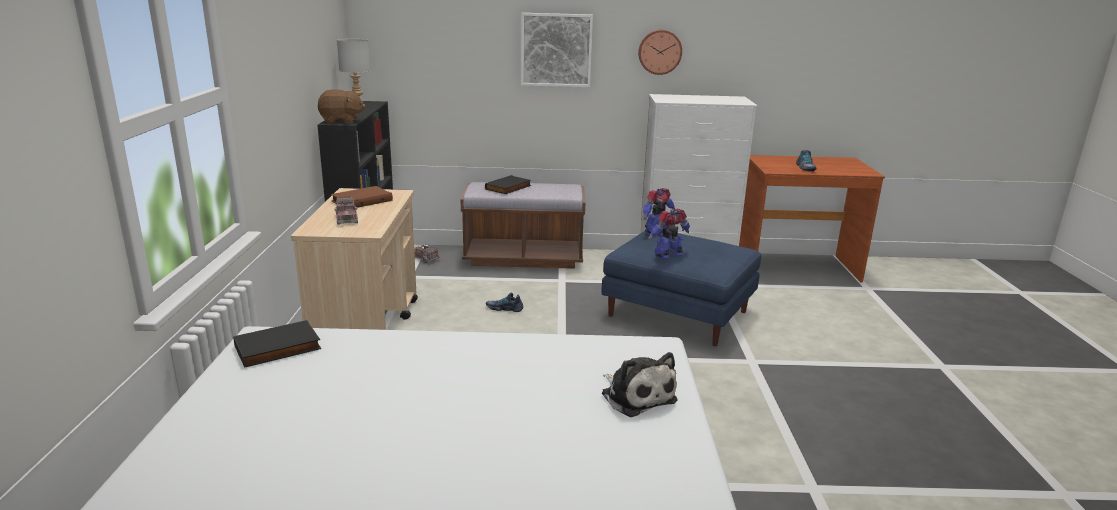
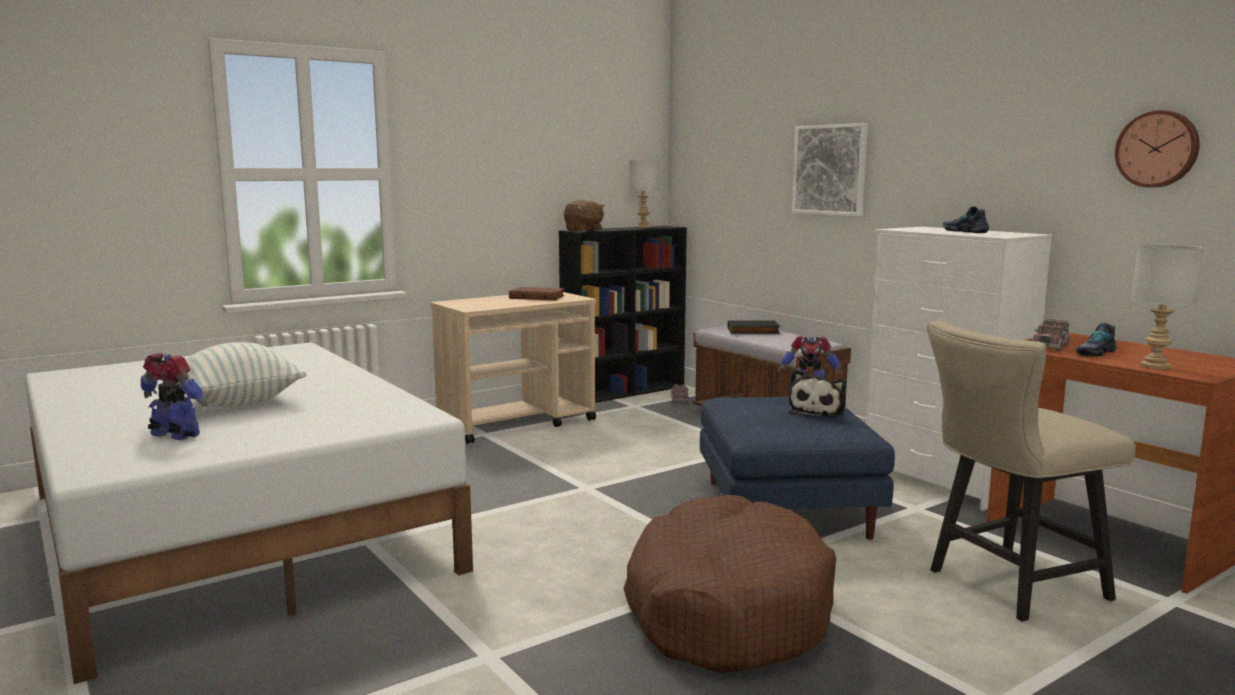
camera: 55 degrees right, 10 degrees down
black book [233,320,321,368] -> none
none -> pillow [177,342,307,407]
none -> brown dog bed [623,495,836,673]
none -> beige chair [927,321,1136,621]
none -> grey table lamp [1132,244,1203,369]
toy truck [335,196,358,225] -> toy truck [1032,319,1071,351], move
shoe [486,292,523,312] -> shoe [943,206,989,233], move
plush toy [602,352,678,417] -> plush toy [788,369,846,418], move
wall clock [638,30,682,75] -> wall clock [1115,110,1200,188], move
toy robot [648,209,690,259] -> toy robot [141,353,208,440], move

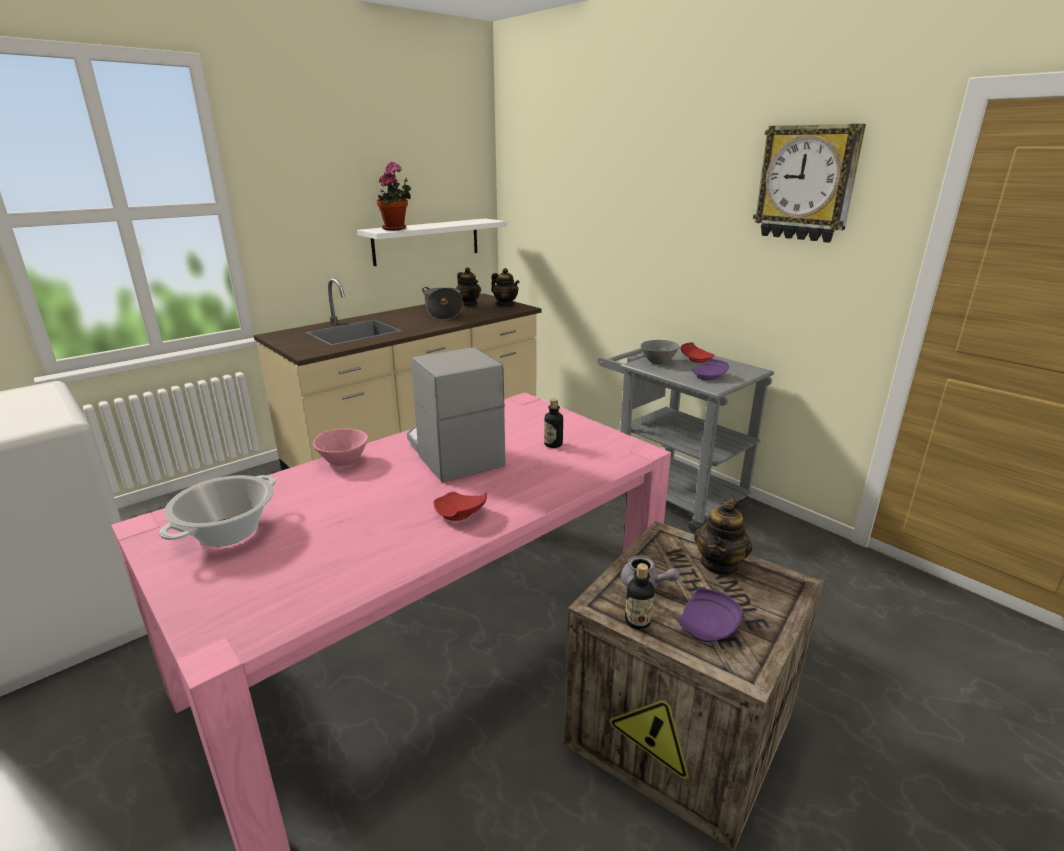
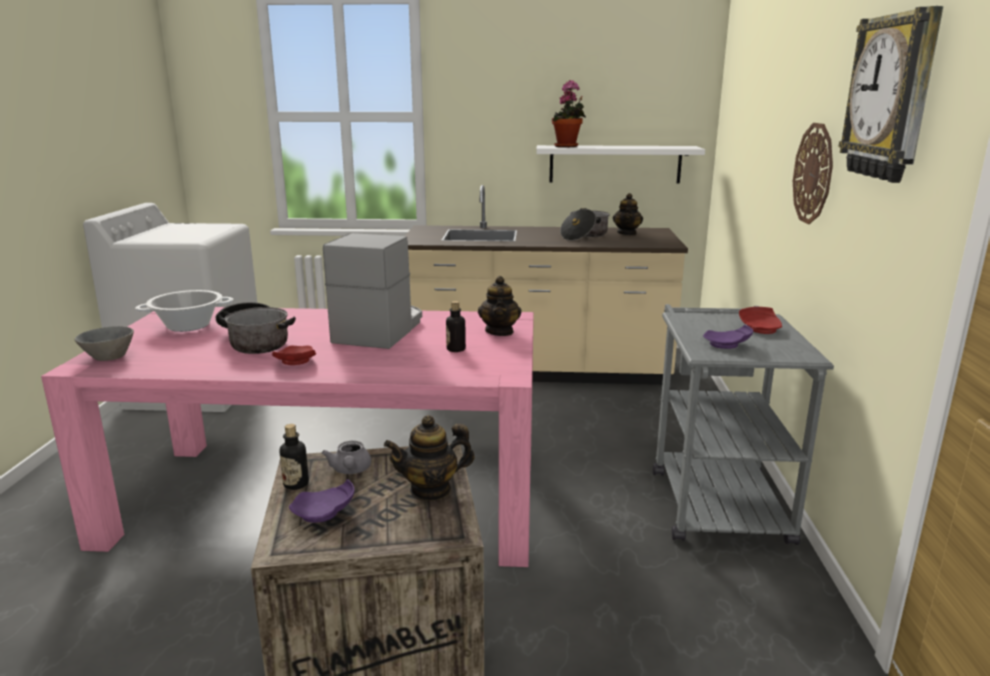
camera: 45 degrees right, 5 degrees down
pink bowl [313,429,368,467] -> none
none -> cooking pot [216,302,296,354]
none -> wall clock [793,123,833,224]
teapot [491,268,520,306] -> teapot [478,276,521,336], move
grey bowl [641,340,679,365] -> grey bowl [75,326,134,361], move

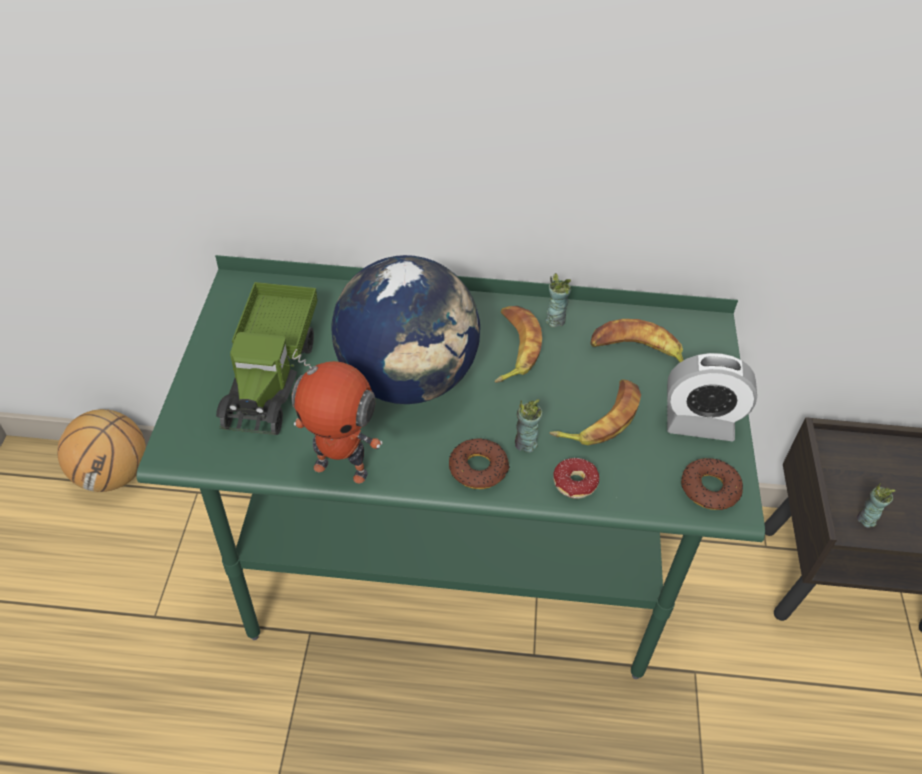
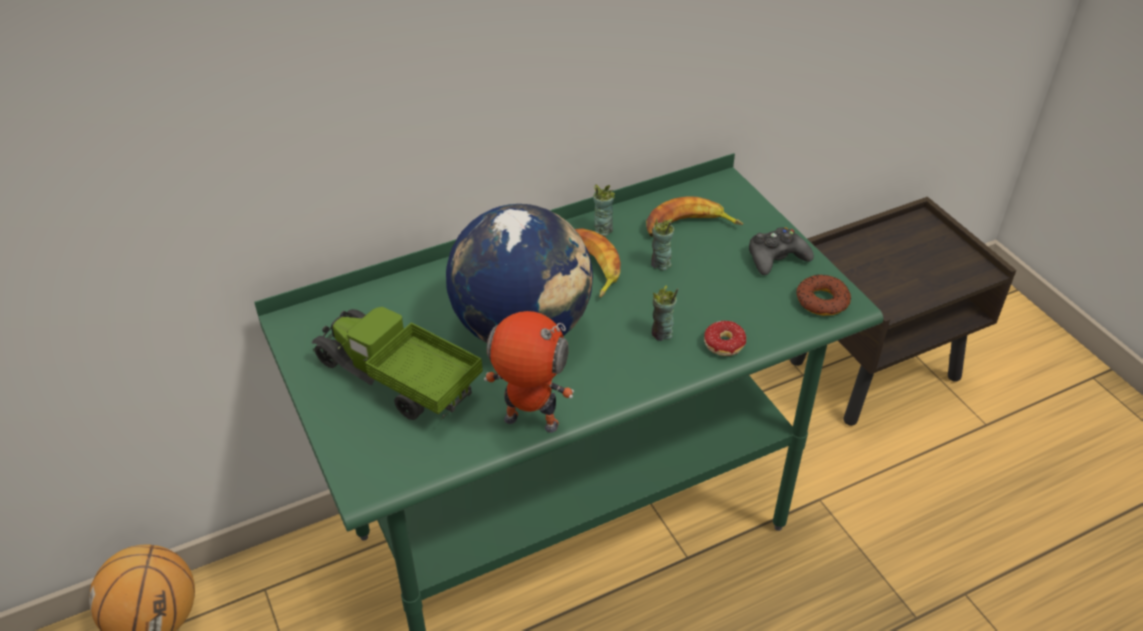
camera: 30 degrees left, 5 degrees down
donut [449,439,510,489] -> none
banana [549,379,641,445] -> none
cup [857,483,896,528] -> cup [651,219,674,270], move
alarm clock [667,353,757,441] -> black game controller [749,227,814,275]
toy truck [216,282,318,435] -> toy truck [312,307,483,420], 150 degrees clockwise
toy robot [291,349,383,484] -> toy robot [484,311,574,433], 150 degrees counterclockwise

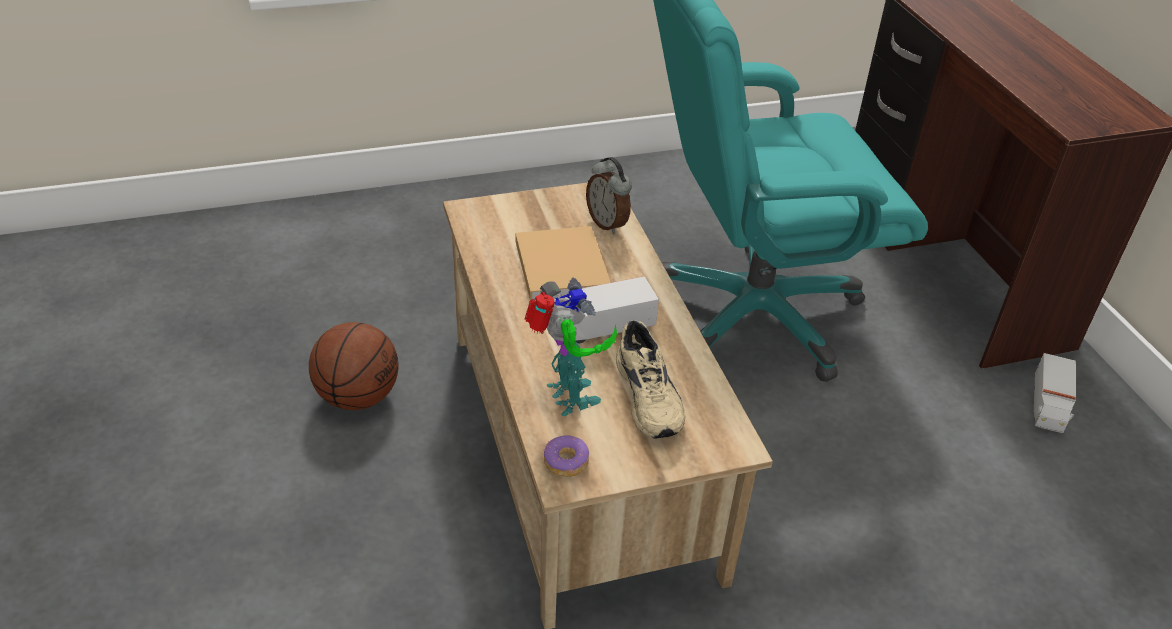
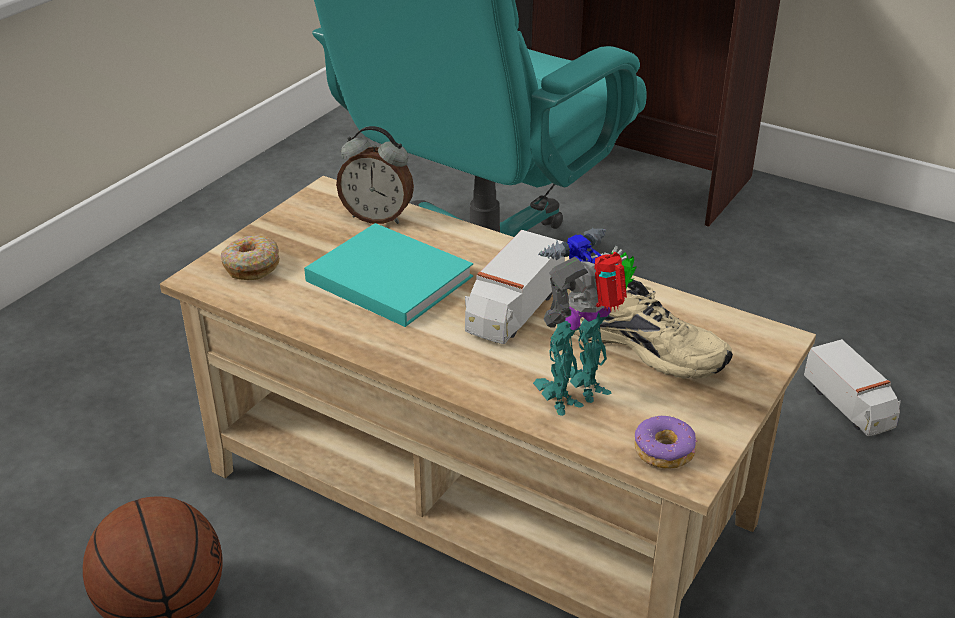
camera: 40 degrees left, 5 degrees down
none -> donut [221,236,280,280]
toy truck [1034,353,1076,433] -> toy truck [804,339,901,436], move
beige book [516,226,611,300] -> turquoise book [304,223,473,327]
toy robot [525,278,617,416] -> toy robot [533,228,637,416], 60 degrees counterclockwise

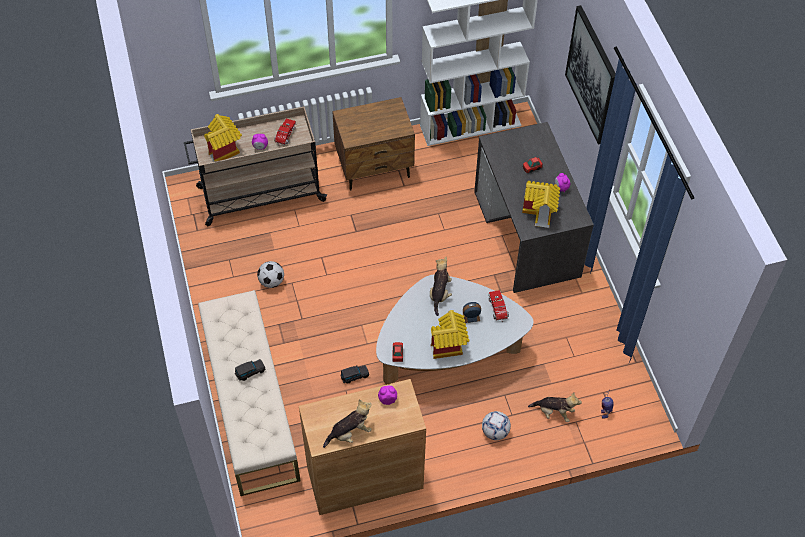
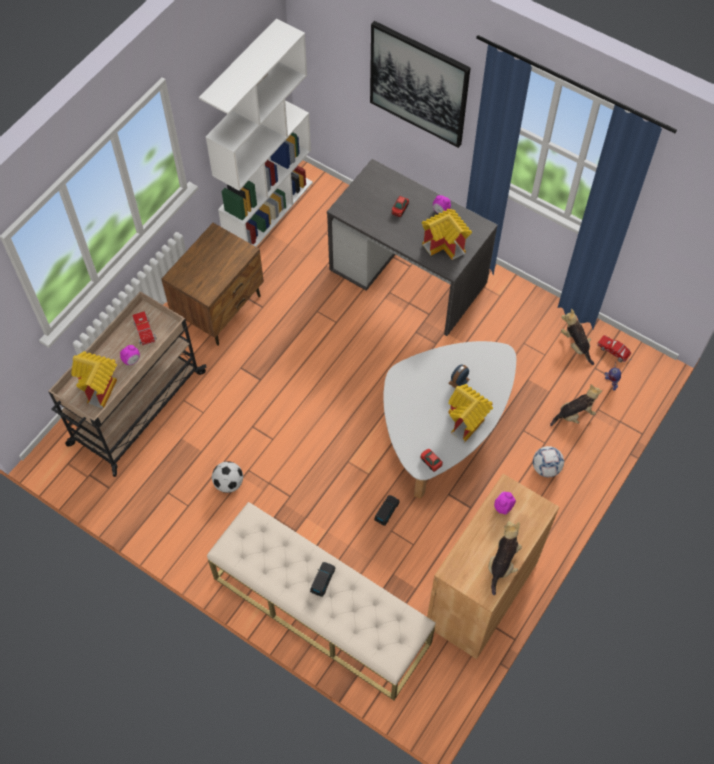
camera: 40 degrees left, 5 degrees up
plush toy [430,257,452,316] -> plush toy [561,309,594,365], move
toy truck [488,290,509,322] -> toy truck [597,335,632,362], move

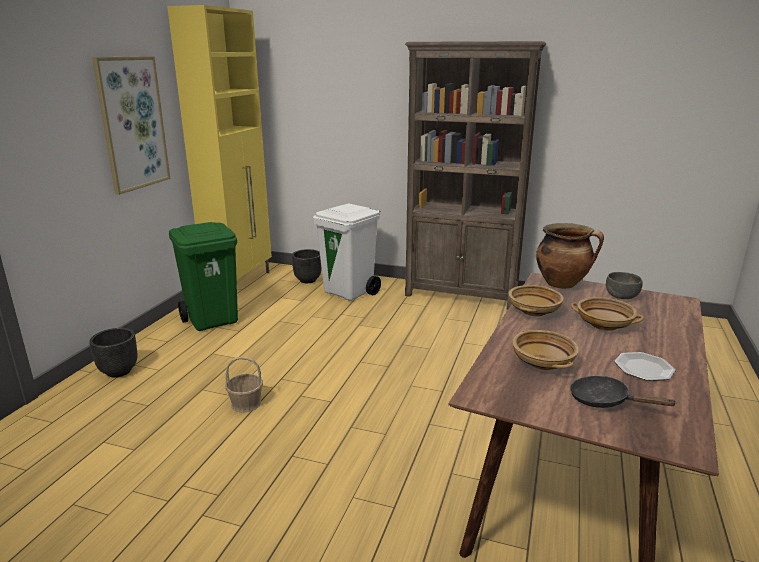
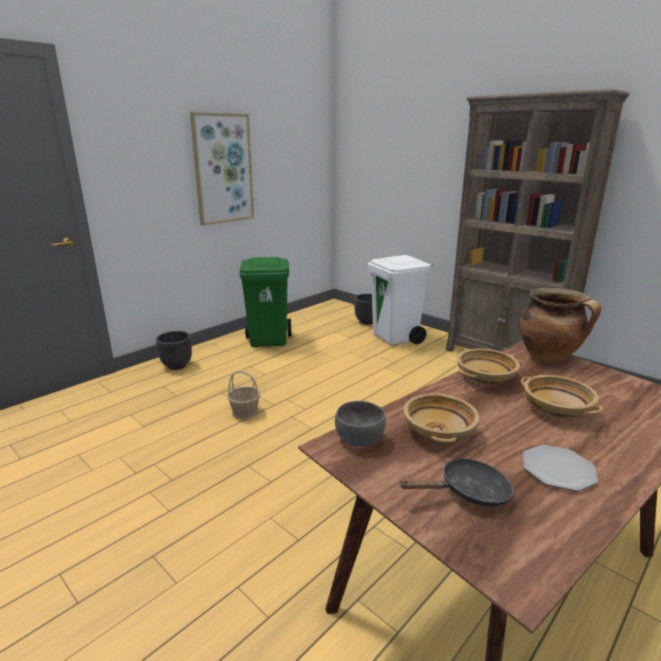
camera: 25 degrees right, 0 degrees up
yellow cabinet [167,5,272,279] -> none
grey bowl [606,272,643,299] -> grey bowl [335,401,386,446], move
black frying pan [570,376,677,408] -> black frying pan [399,458,513,507], 105 degrees clockwise

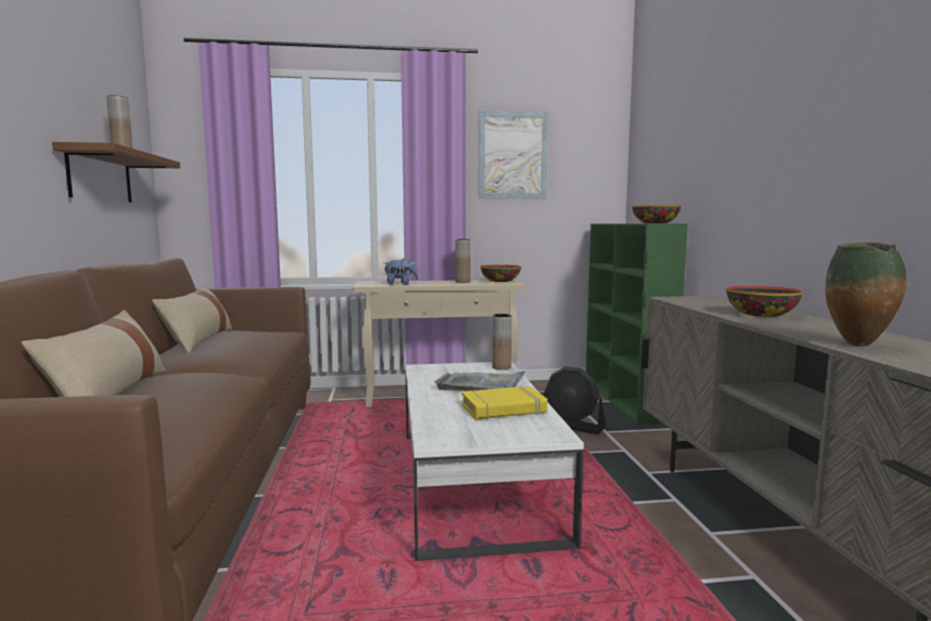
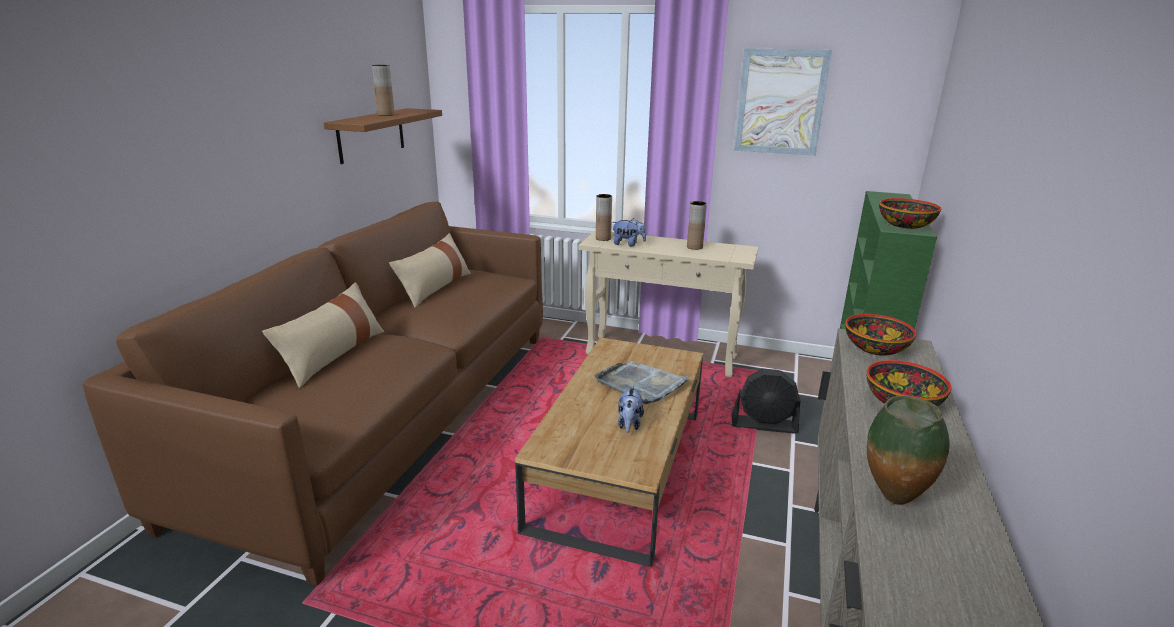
camera: 25 degrees right, 15 degrees up
bowl [481,265,521,282] -> bowl [845,314,917,356], move
brown vase [492,314,512,370] -> brown vase [596,194,612,241], move
yellow book [461,386,547,420] -> plush toy [618,386,644,433]
white coffee table [405,361,584,561] -> brown coffee table [515,338,703,567]
black fan [544,366,606,434] -> black fan [731,369,801,434], 45 degrees counterclockwise

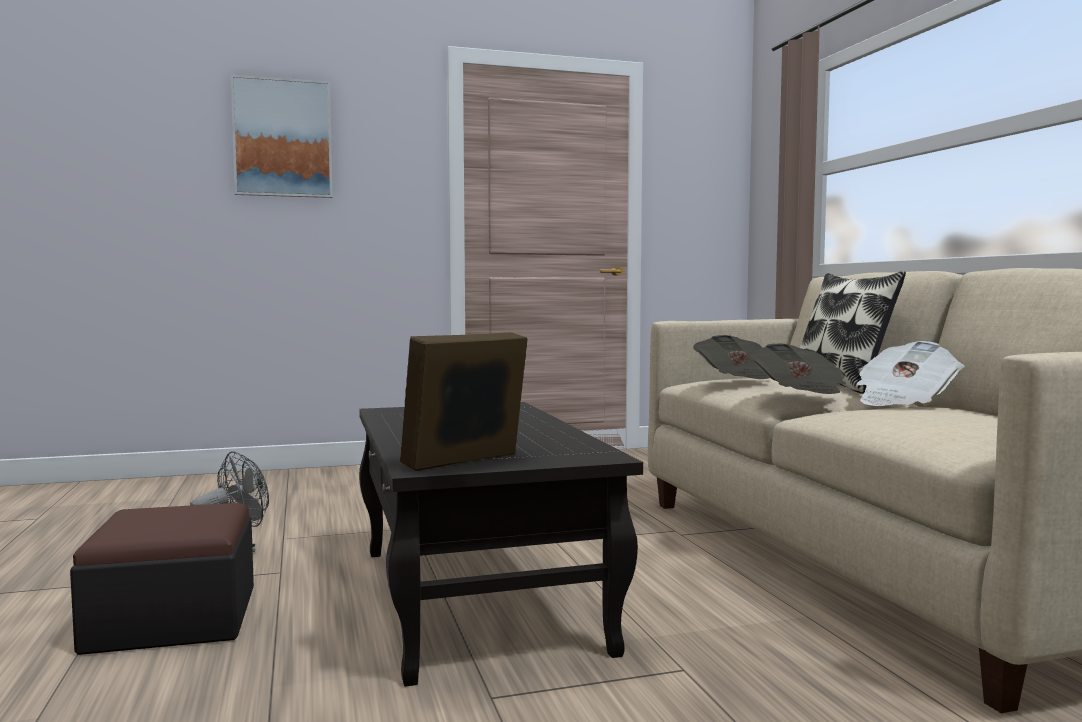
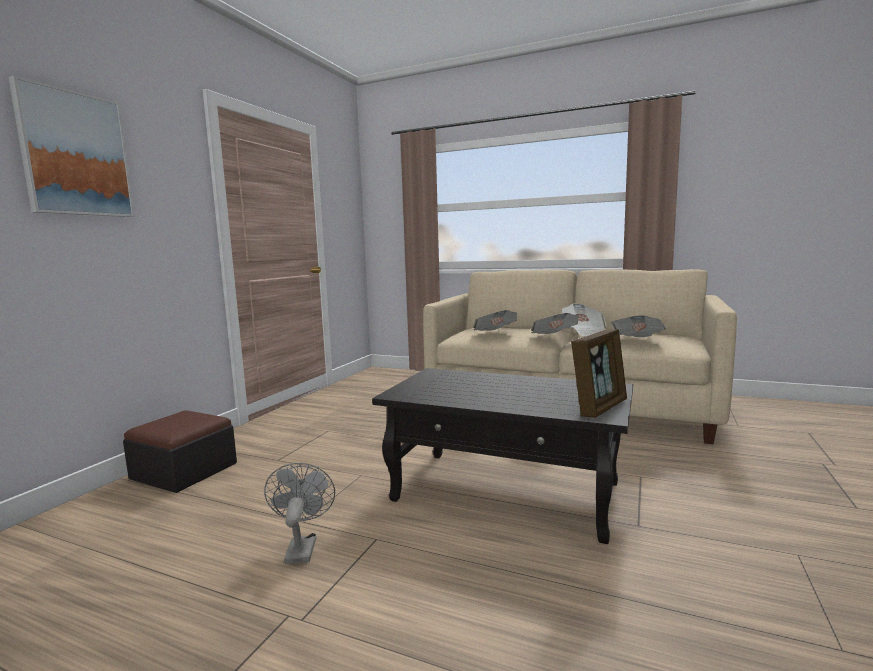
camera: 50 degrees left, 5 degrees up
pillow [800,271,906,394] -> none
none -> newspaper [611,315,666,337]
ottoman [70,503,254,655] -> ottoman [123,410,237,493], move
picture frame [400,332,527,471] -> picture frame [571,329,627,417], 135 degrees counterclockwise

